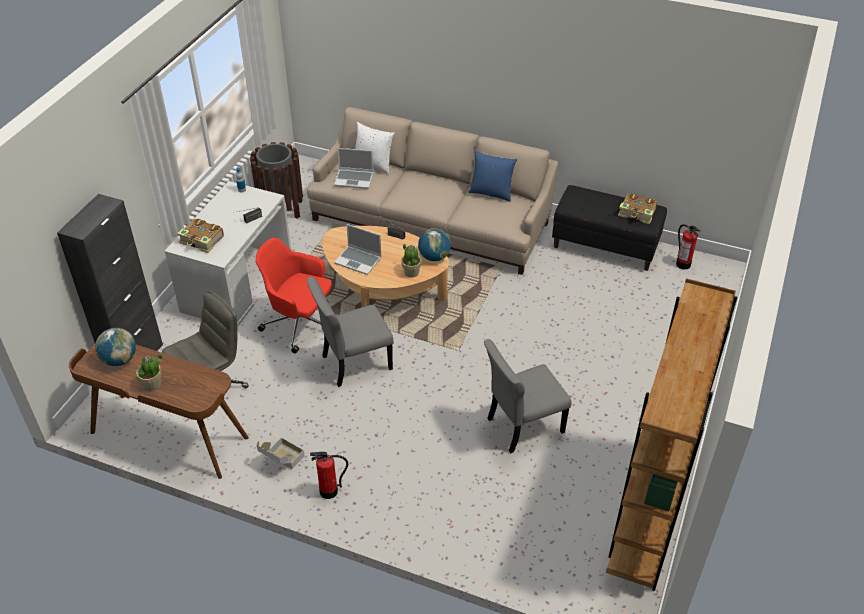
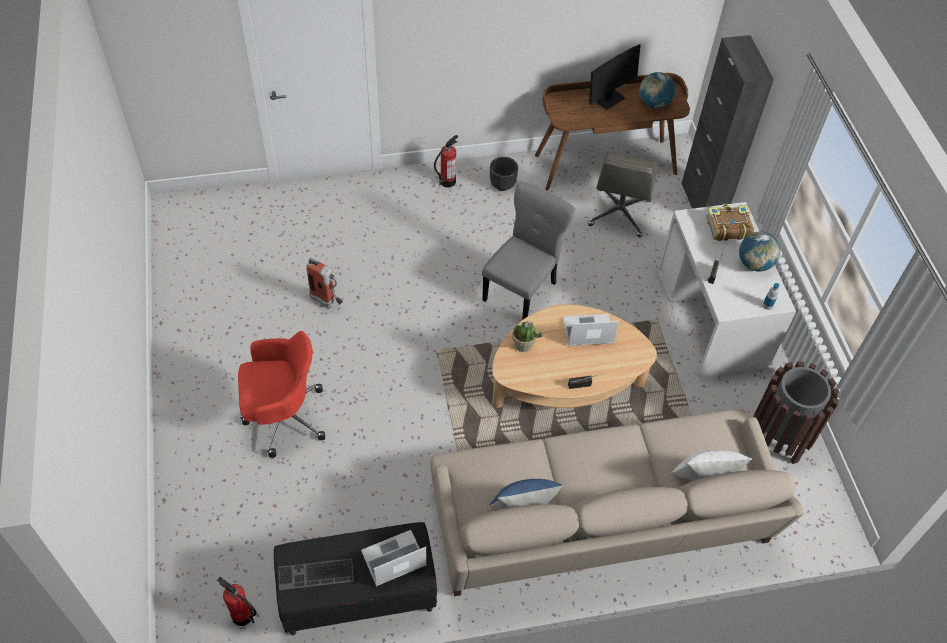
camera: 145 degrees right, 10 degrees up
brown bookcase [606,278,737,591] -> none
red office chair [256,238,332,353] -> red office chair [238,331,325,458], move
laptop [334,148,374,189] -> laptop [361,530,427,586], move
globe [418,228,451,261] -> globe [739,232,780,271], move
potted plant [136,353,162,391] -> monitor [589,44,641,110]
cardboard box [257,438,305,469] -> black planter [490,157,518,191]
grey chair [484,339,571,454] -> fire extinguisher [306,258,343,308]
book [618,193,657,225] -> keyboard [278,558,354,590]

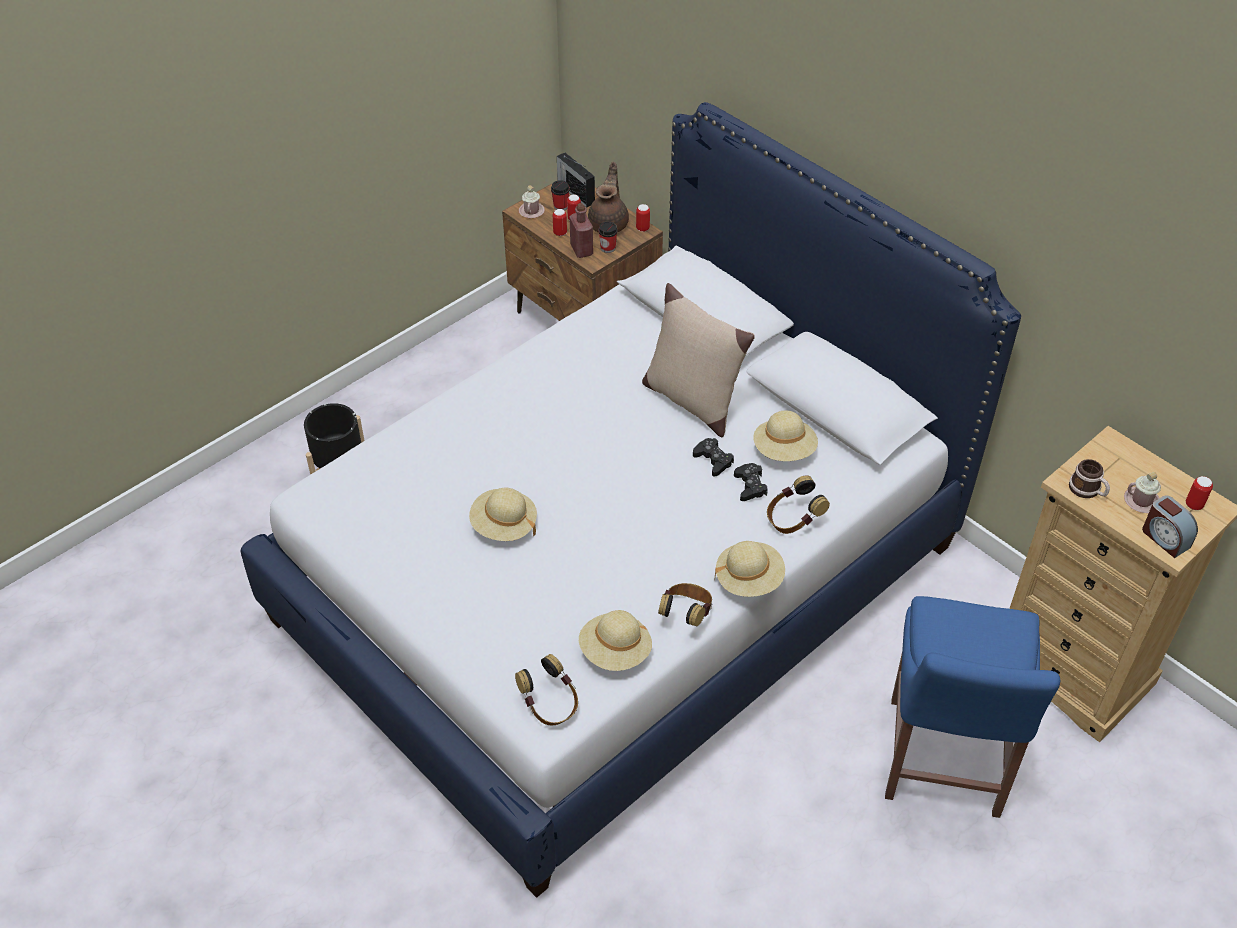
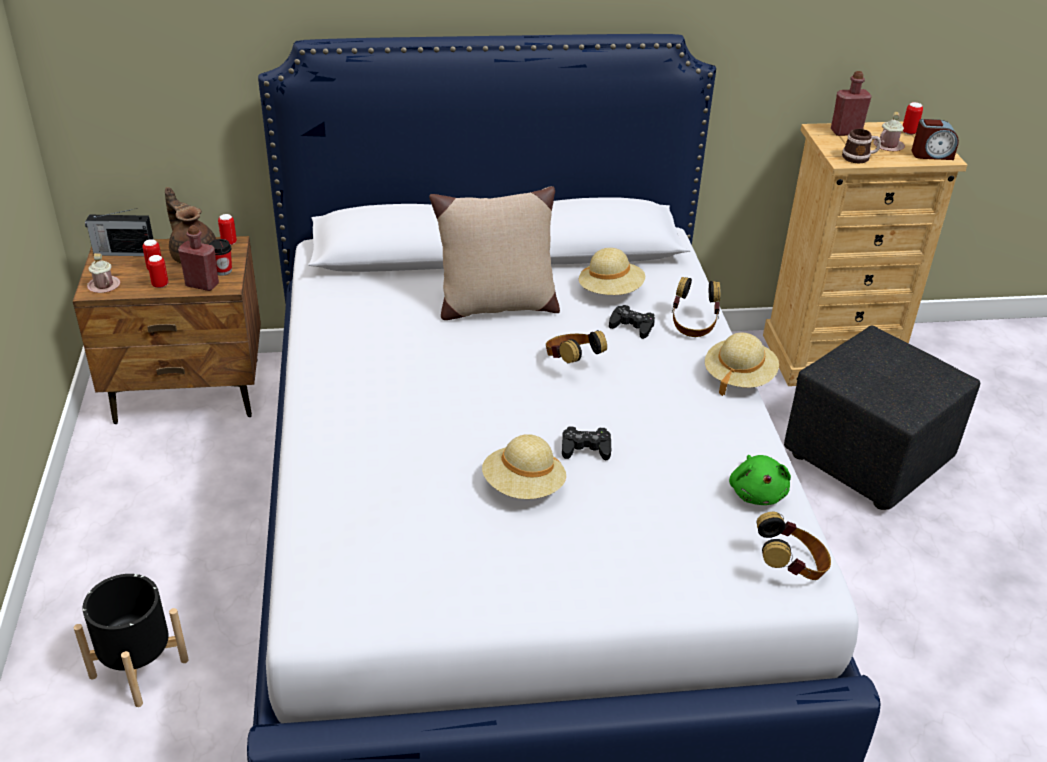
camera: 55 degrees left, 10 degrees down
cup [551,180,570,211] -> none
none -> red bottle [831,71,871,136]
headphones [658,583,712,626] -> headphones [546,330,607,364], move
black game controller [693,438,734,477] -> black game controller [562,427,611,460], move
beige hat [579,610,652,671] -> green plush toy [729,455,791,505]
blue chair [885,596,1060,818] -> black ottoman [784,325,980,510]

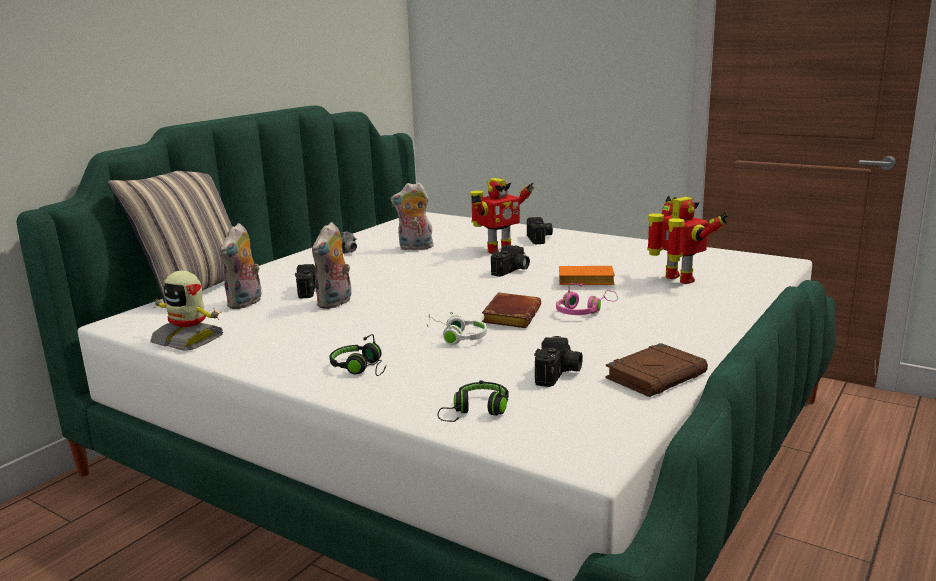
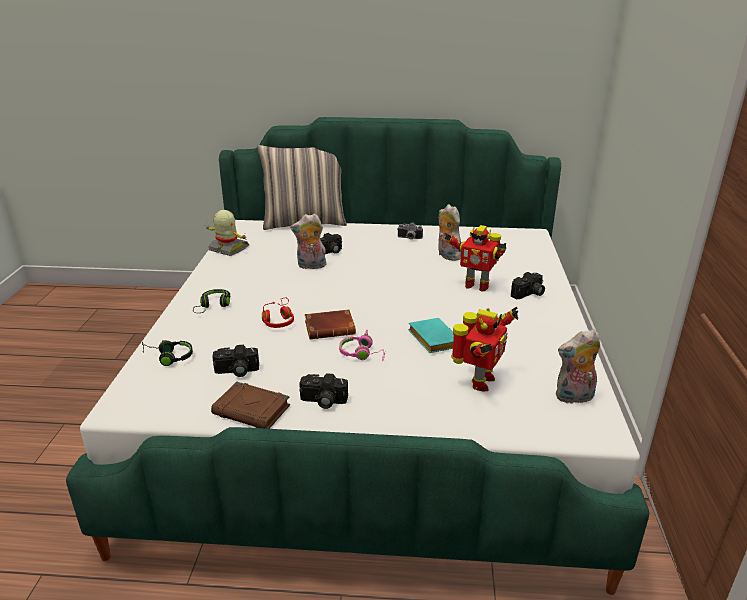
camera: 60 degrees right, 10 degrees up
plush toy [220,223,262,309] -> plush toy [556,329,600,404], move
photo camera [491,245,530,277] -> photo camera [299,373,348,409], move
white headphones [426,311,487,344] -> red headphones [262,298,294,328]
orange book [559,266,615,285] -> turquoise book [408,318,454,353]
toy robot [150,271,223,351] -> toy robot [204,210,249,256], 120 degrees clockwise

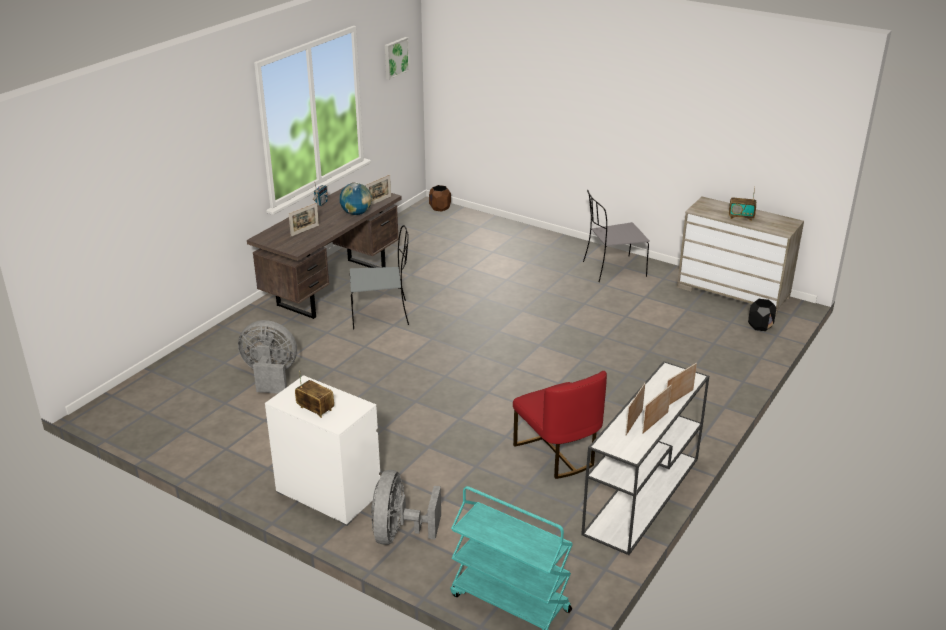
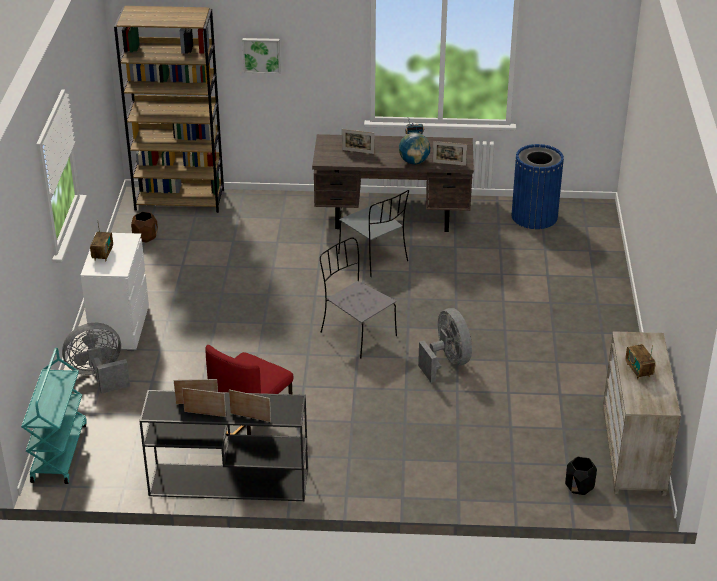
camera: 60 degrees right, 5 degrees up
none -> brown bookcase [114,6,224,213]
none -> blue trash can [511,144,564,229]
grey fan [238,320,297,394] -> grey fan [418,308,472,383], move
picture [385,37,410,80] -> picture [242,38,281,74], move
brown planter [429,185,451,212] -> brown planter [131,212,158,243], move
grey chair [583,190,650,282] -> grey chair [320,237,397,359], move
white console table [581,361,709,555] -> black console table [140,390,308,501]

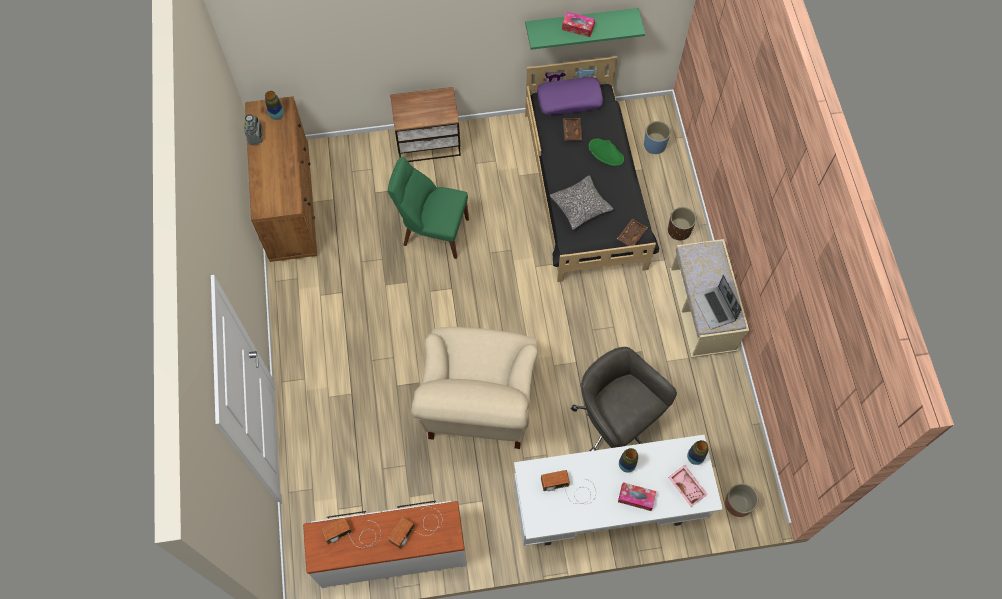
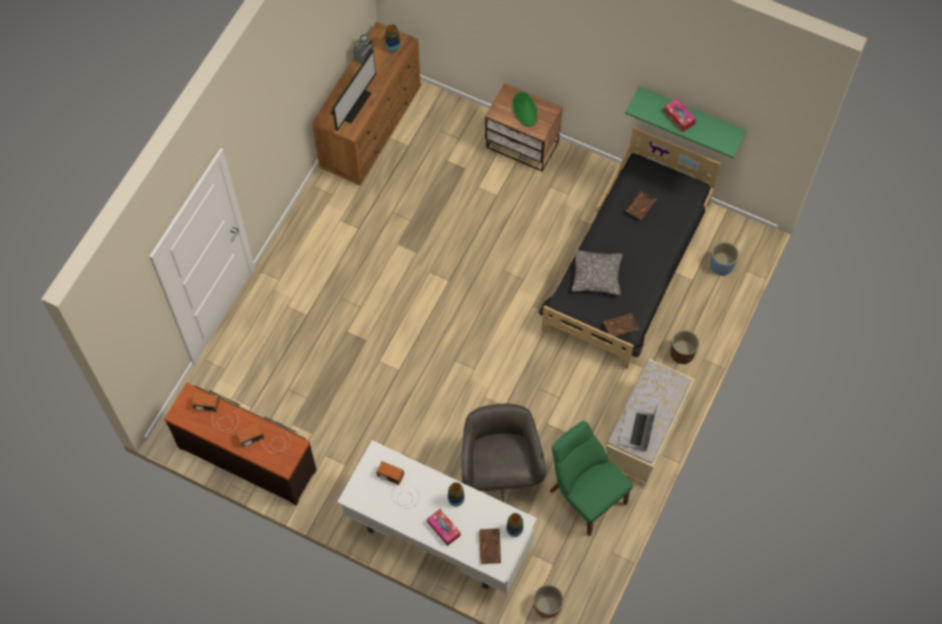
camera: 35 degrees right, 0 degrees up
beige armchair [411,327,538,449] -> none
purple pillow [537,77,603,115] -> none
none -> monitor [331,50,376,131]
green chair [388,157,469,259] -> green chair [550,421,633,536], move
green hat [588,139,624,166] -> green hat [512,92,538,127], move
white dresser [303,501,466,588] -> brown dresser [164,383,317,505]
pink tray [668,465,708,507] -> brown tray [479,529,501,564]

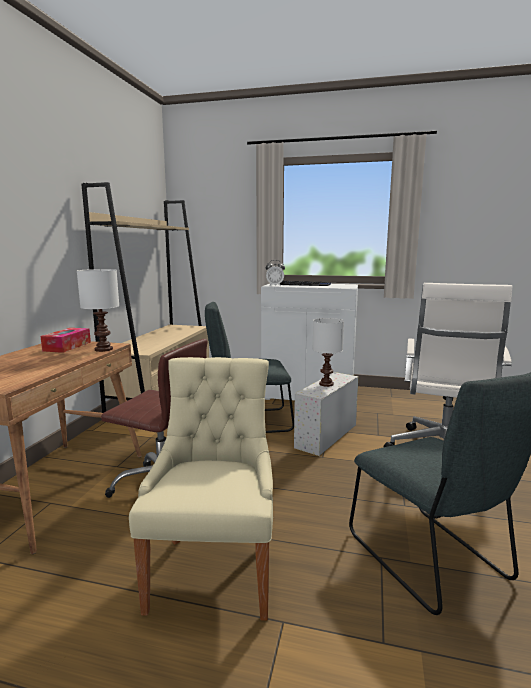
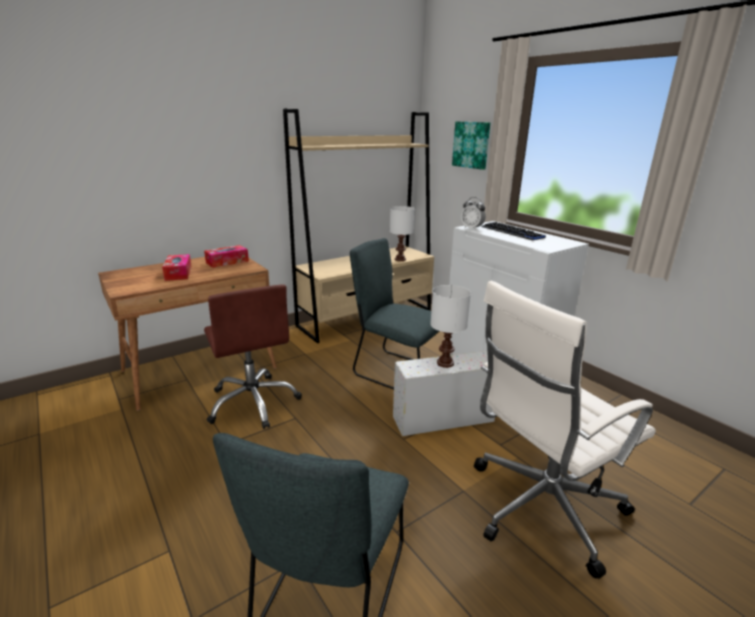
camera: 40 degrees right, 10 degrees up
beige chair [129,357,273,621] -> none
none -> tissue box [162,254,192,281]
none -> picture [452,121,490,170]
white table lamp [77,269,119,352] -> white table lamp [389,206,415,261], move

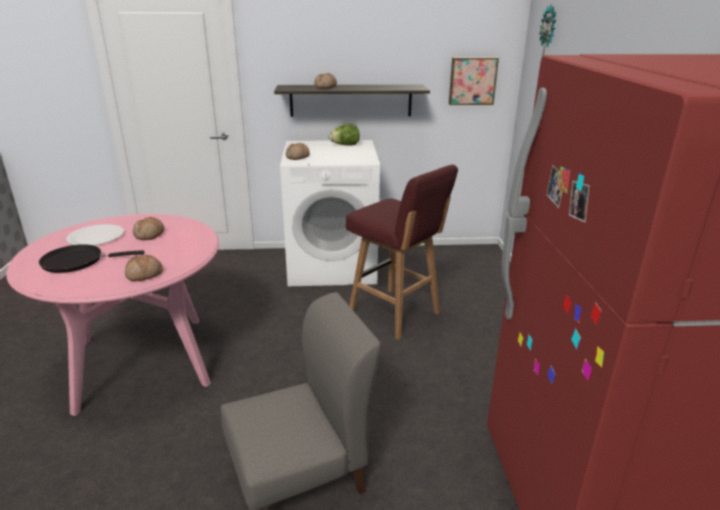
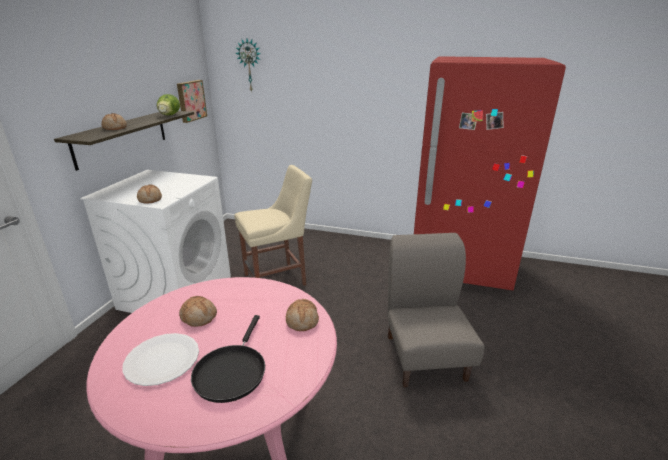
camera: 70 degrees left, 0 degrees up
lettuce [329,123,360,146] -> lettuce [157,94,180,115], move
red stool [346,165,458,340] -> beige chair [234,165,312,286]

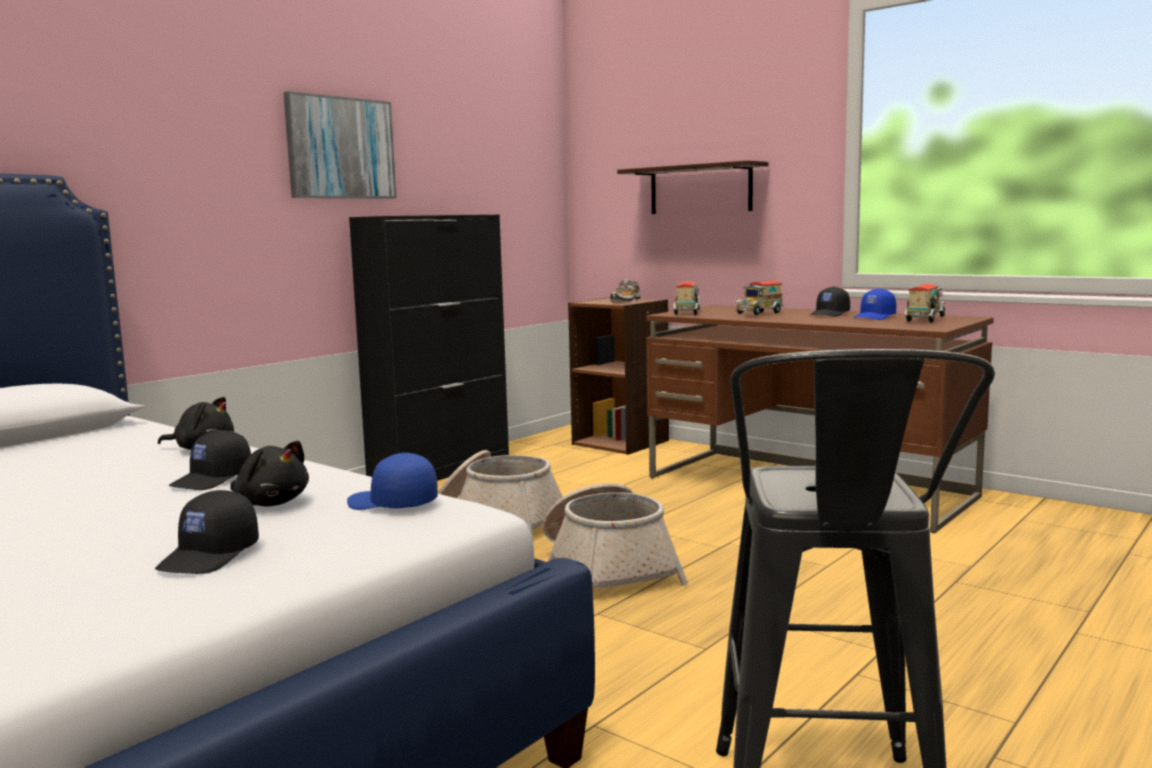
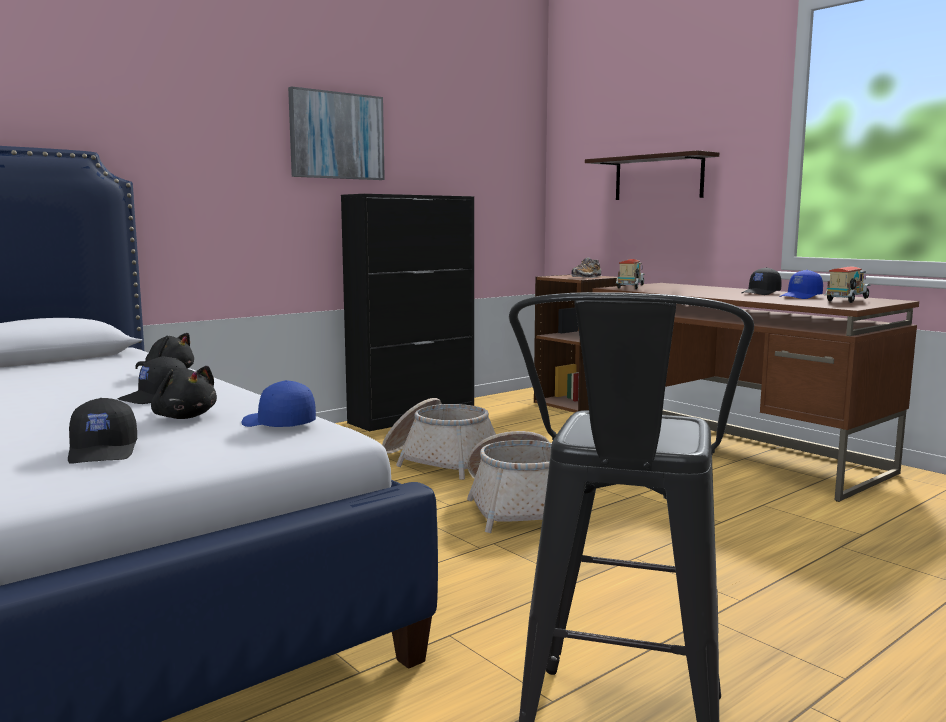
camera: 10 degrees right, 0 degrees up
toy truck [735,281,784,315] -> none
black cap [155,490,259,574] -> black cap [68,398,137,464], 45 degrees counterclockwise

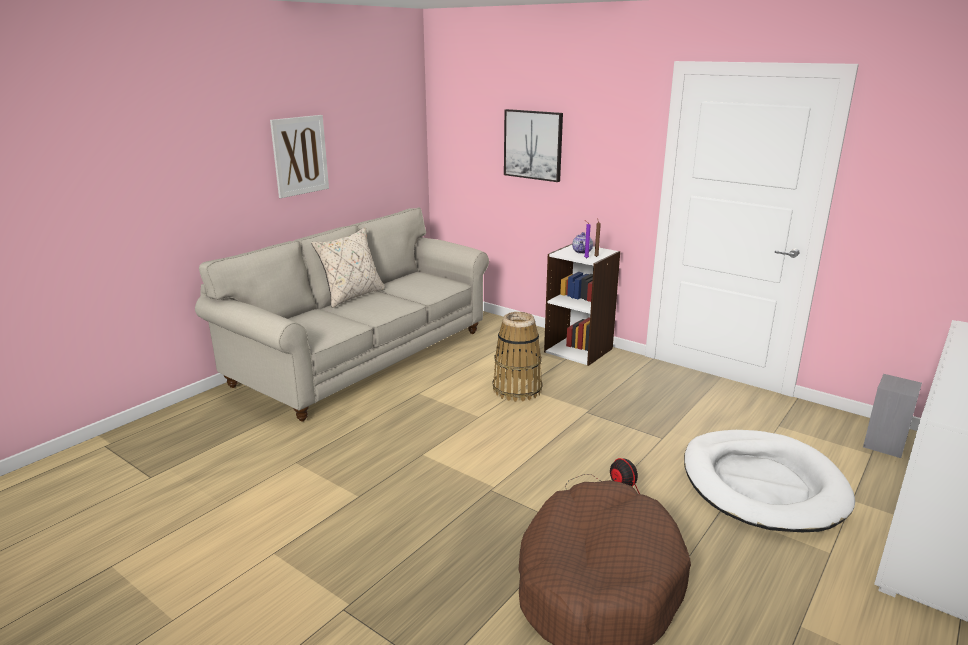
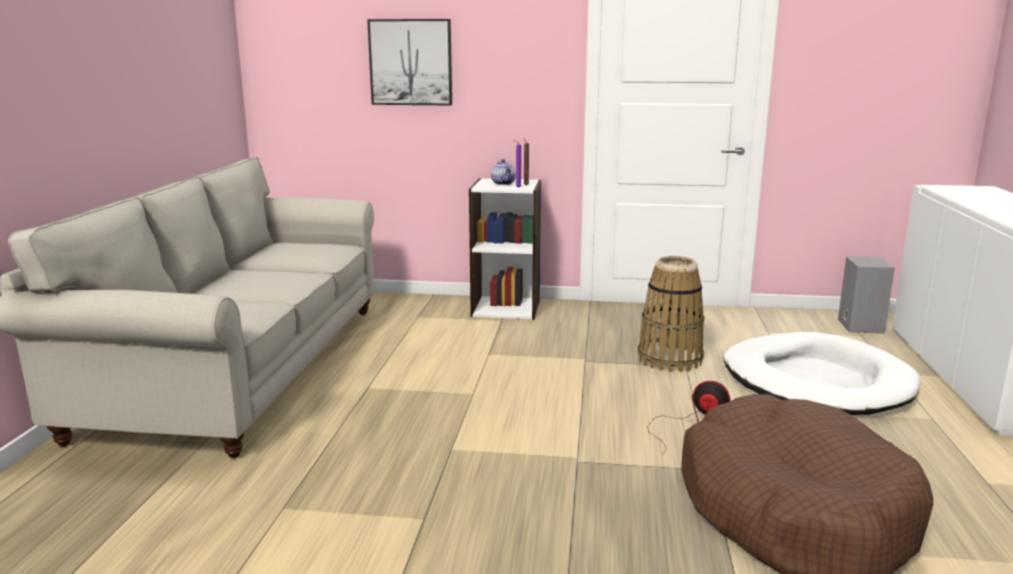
camera: 30 degrees left, 5 degrees down
picture [270,115,329,198] -> none
beige pillow [311,227,385,308] -> none
basket [493,312,542,402] -> basket [638,256,704,372], move

